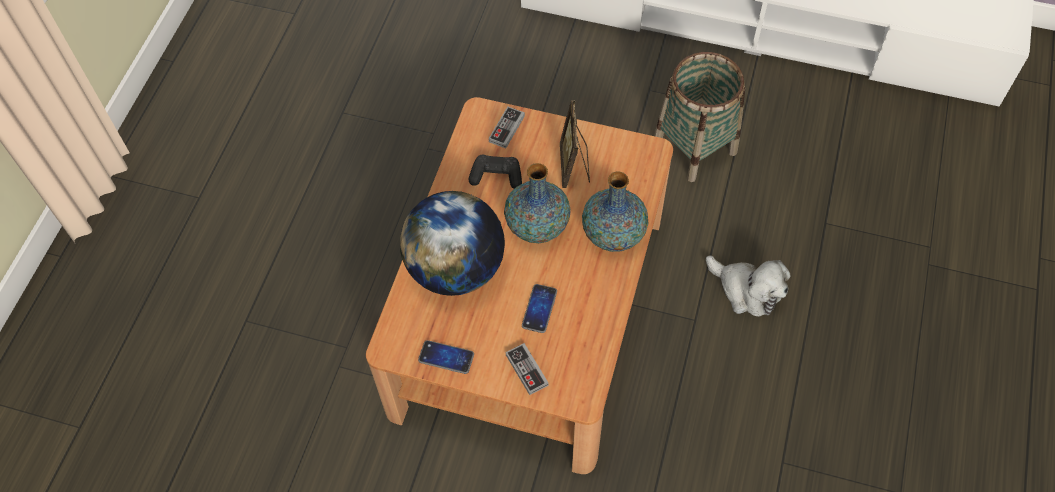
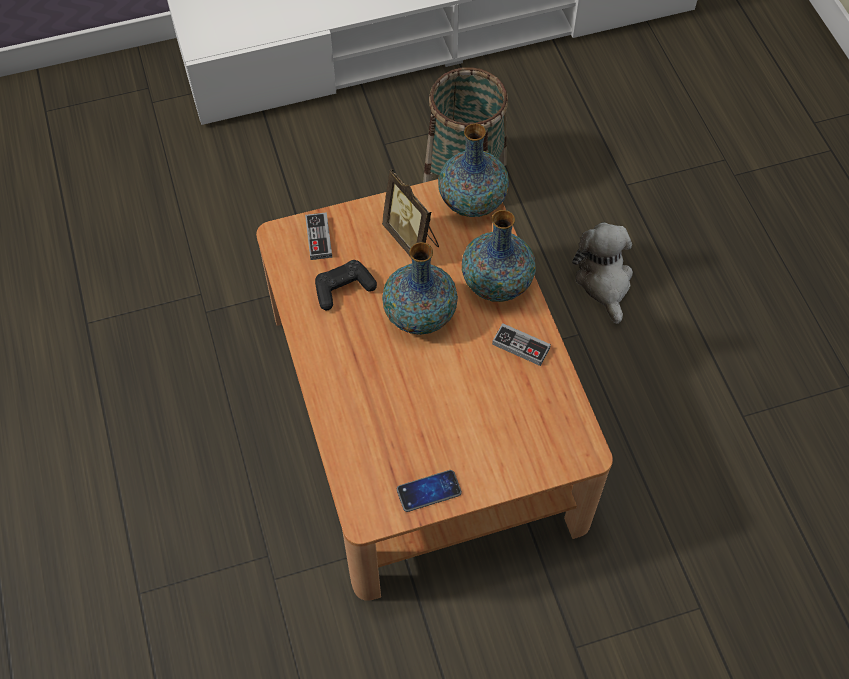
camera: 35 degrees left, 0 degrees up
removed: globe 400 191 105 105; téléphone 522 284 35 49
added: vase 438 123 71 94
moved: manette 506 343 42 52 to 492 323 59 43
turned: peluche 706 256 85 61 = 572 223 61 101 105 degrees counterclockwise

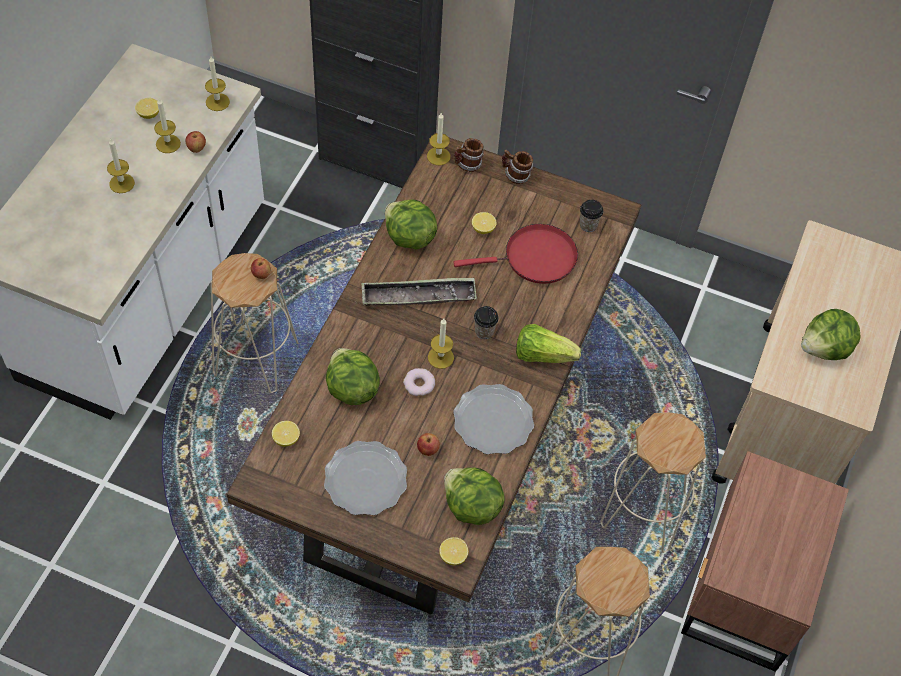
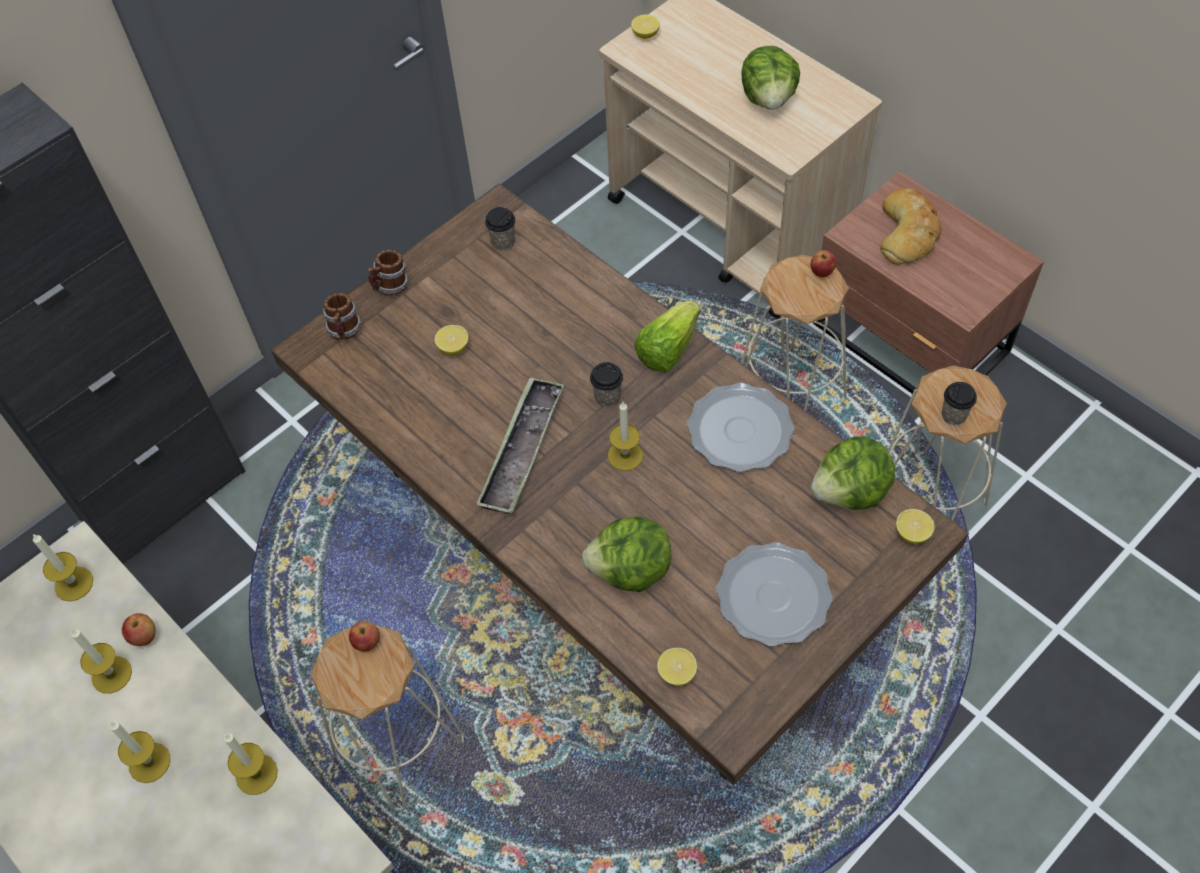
camera: 60 degrees left, 0 degrees up
removed: laitue 385 199 53 51; beignet 403 368 32 28; poêle/rouge 453 224 125 60
added: pain 880 188 62 77; tasse 942 382 35 43
moved: citron 135 98 24 21 to 631 15 29 24; pomme 417 433 23 23 to 811 250 25 27; bougie 427 113 23 52 to 224 733 54 62

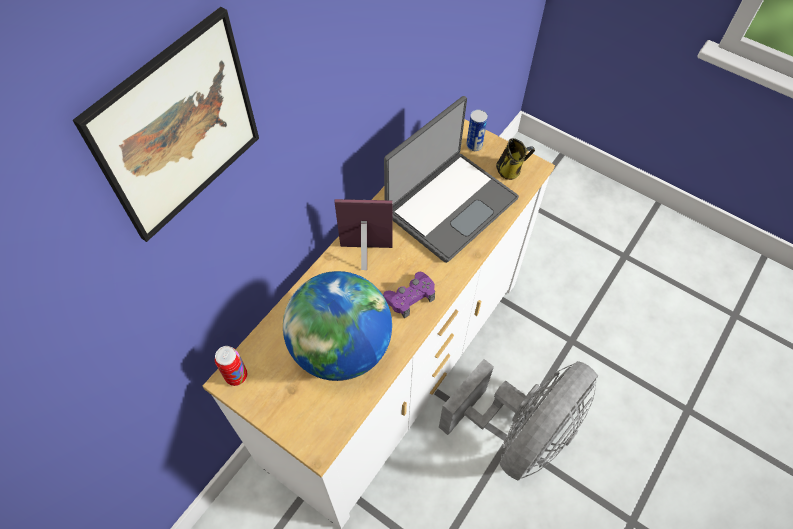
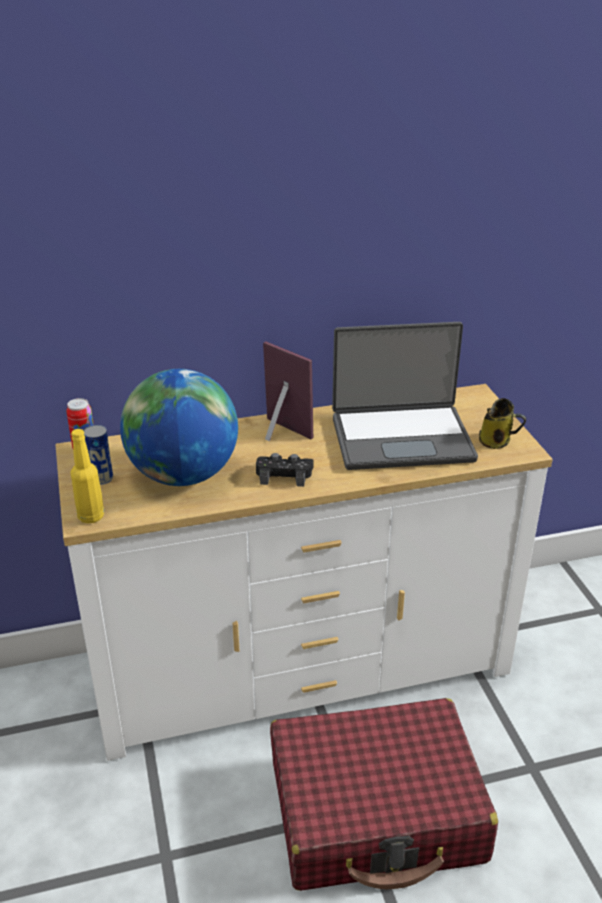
camera: 40 degrees right, 25 degrees down
removed: tableau 73 7 186 235
added: bouteille/jaune 71 429 33 94
moved: boîte métallique 466 110 22 41 to 84 425 29 60
replaced: ventilateur/gris 439 359 159 122 to valise/rouge 270 698 228 193
recoloured: manette/violet 383 272 52 46 to manette/noir 256 453 58 34

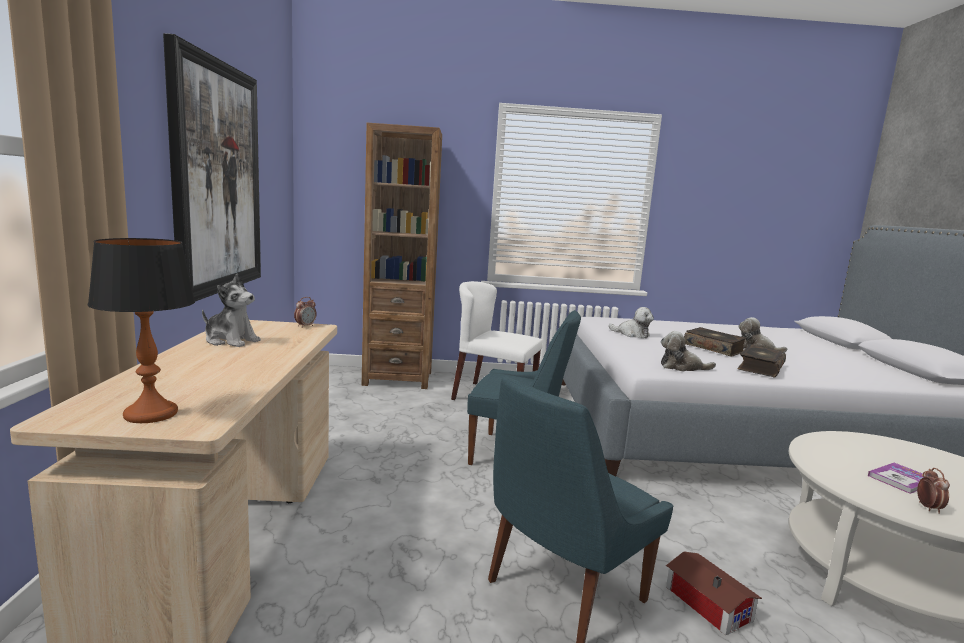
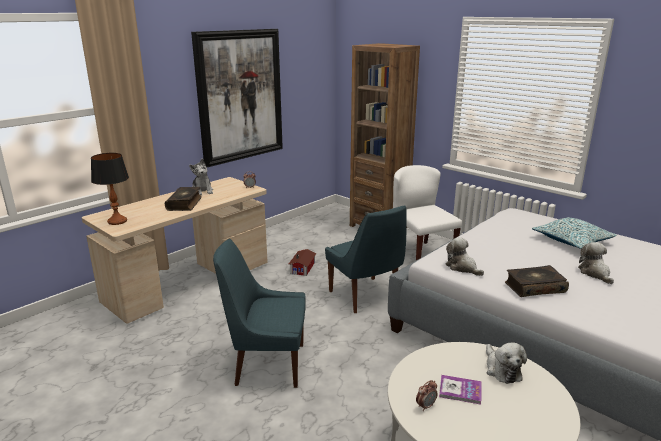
camera: 45 degrees right, 10 degrees up
added: coussin 532 217 85 32
moved: peluche 609 307 45 31 to 486 342 41 42; maison miniature 666 551 96 84 to 288 249 28 27; livre 684 327 62 30 to 165 187 37 24

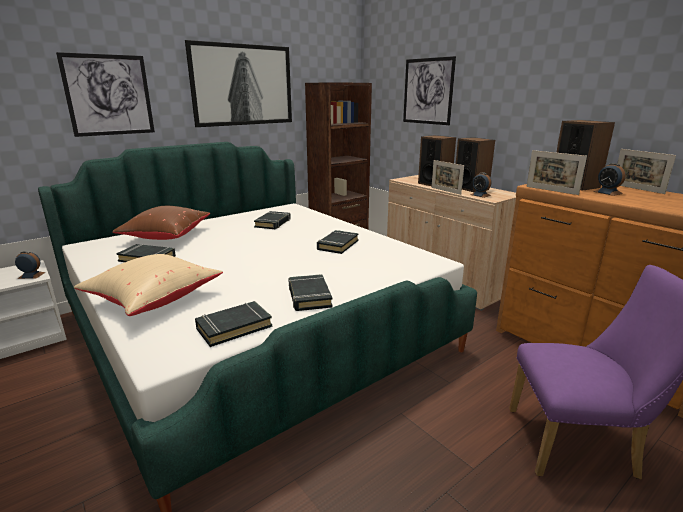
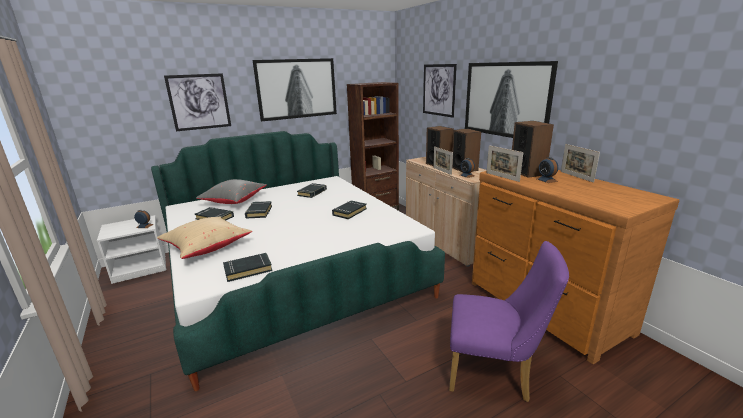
camera: 10 degrees right, 0 degrees up
added: tableau 465 61 93 77
moved: livre/noir 288 274 44 37 to 245 201 27 18
recoloured: coussin/marron 112 206 98 34 to coussin/gris 196 179 71 25

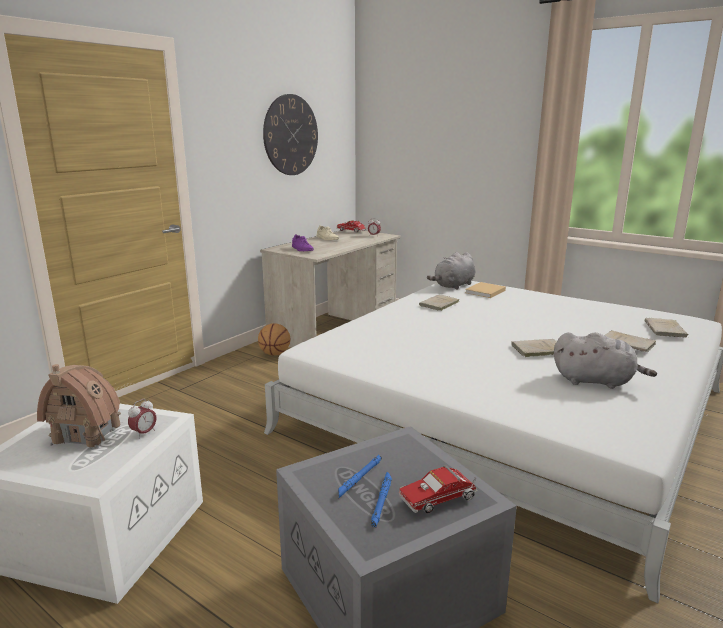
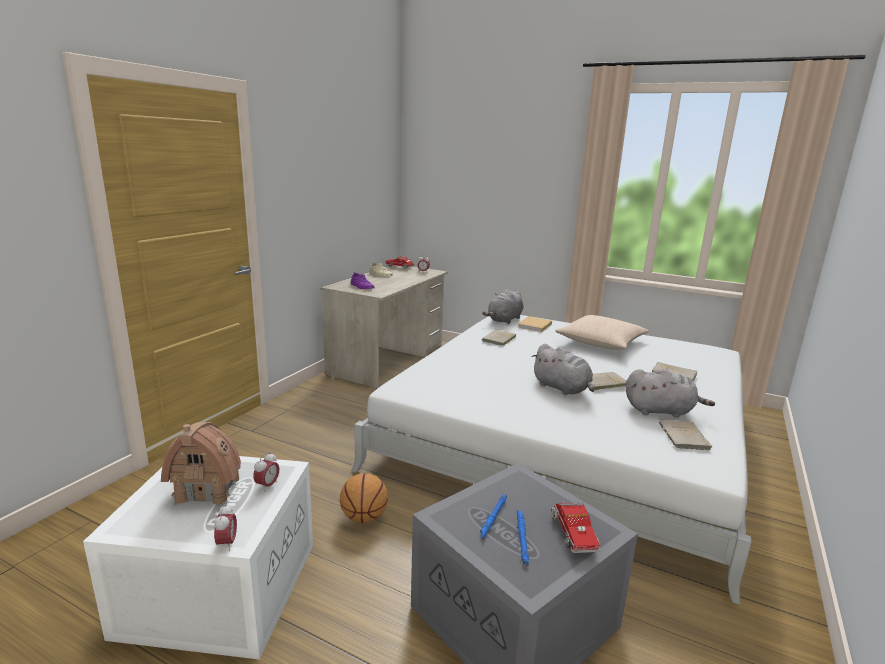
camera: 10 degrees left, 0 degrees up
removed: horloge murale 263 94 55 81
added: réveil 214 504 23 47; peluche/gris 531 344 64 51; coussin/beige 555 315 94 35
moved: ballon de basket 258 323 32 33 to 340 473 48 50; livre/beige 644 318 44 20 to 659 420 53 30
turned: camion jouet 399 465 79 48 = 551 500 49 53 60 degrees counterclockwise

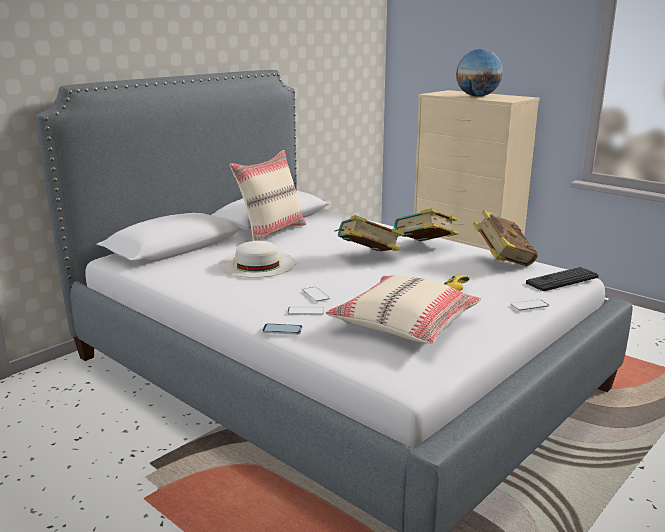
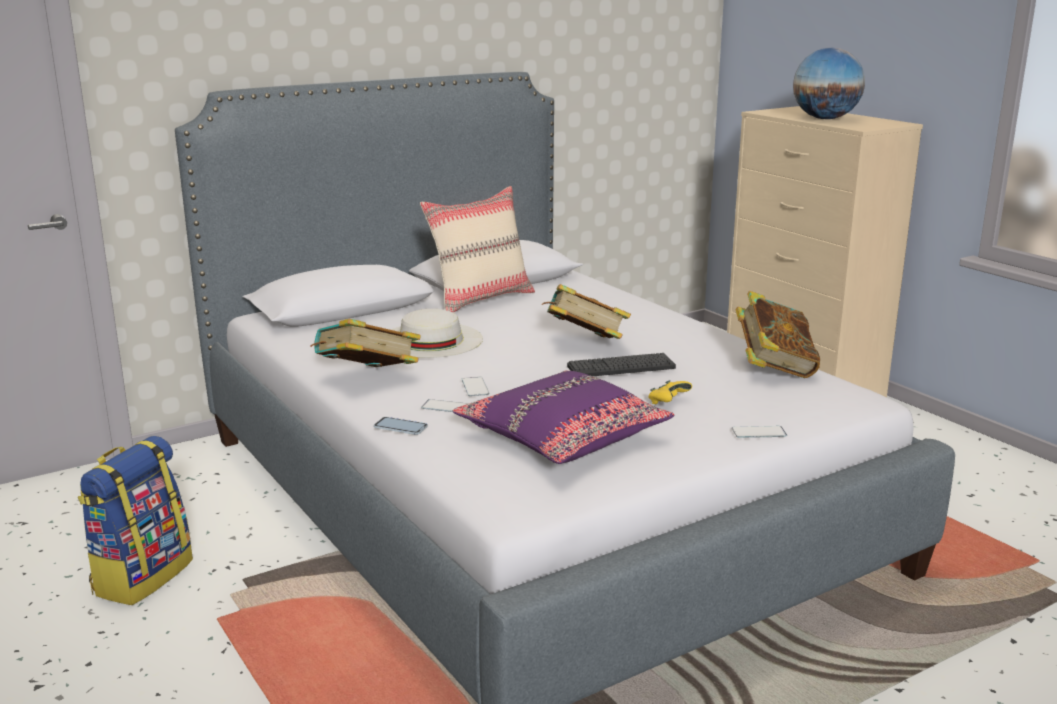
camera: 15 degrees right, 0 degrees up
added: sac à dos 78 436 115 169
moved: livre 394 208 65 33 to 310 319 111 48; clavier 526 267 73 24 to 567 353 109 23
recoloured: coussin/beige 326 275 155 69 to coussin/violet 452 370 223 94

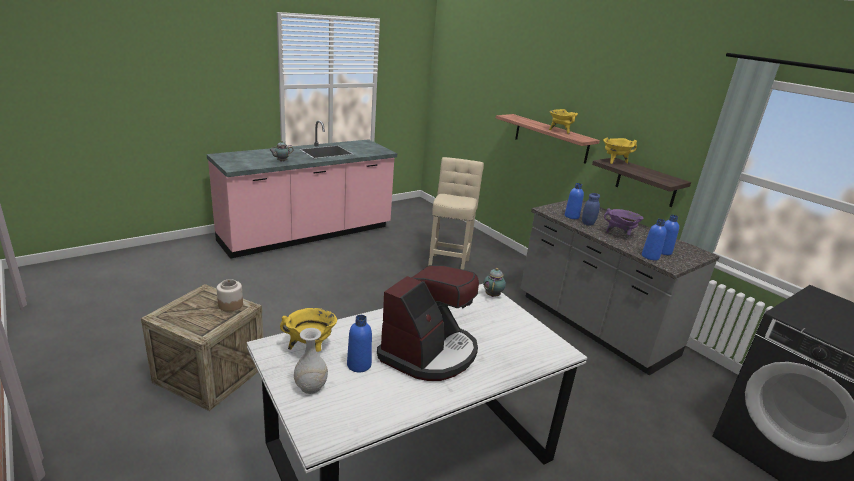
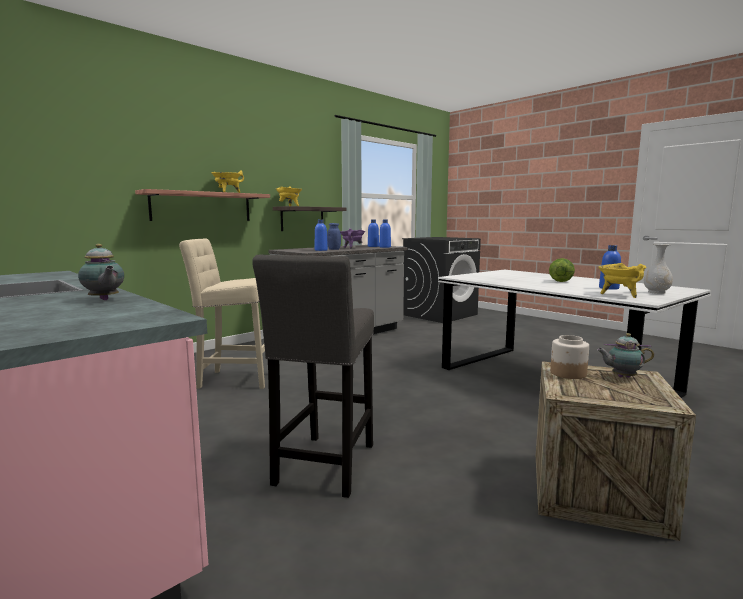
camera: 95 degrees left, 15 degrees down
added: tabouret/gris 252 255 122 243
moved: théière 483 268 23 29 to 597 333 57 45
replaced: machine à café 377 265 102 116 to laitue 549 258 26 24

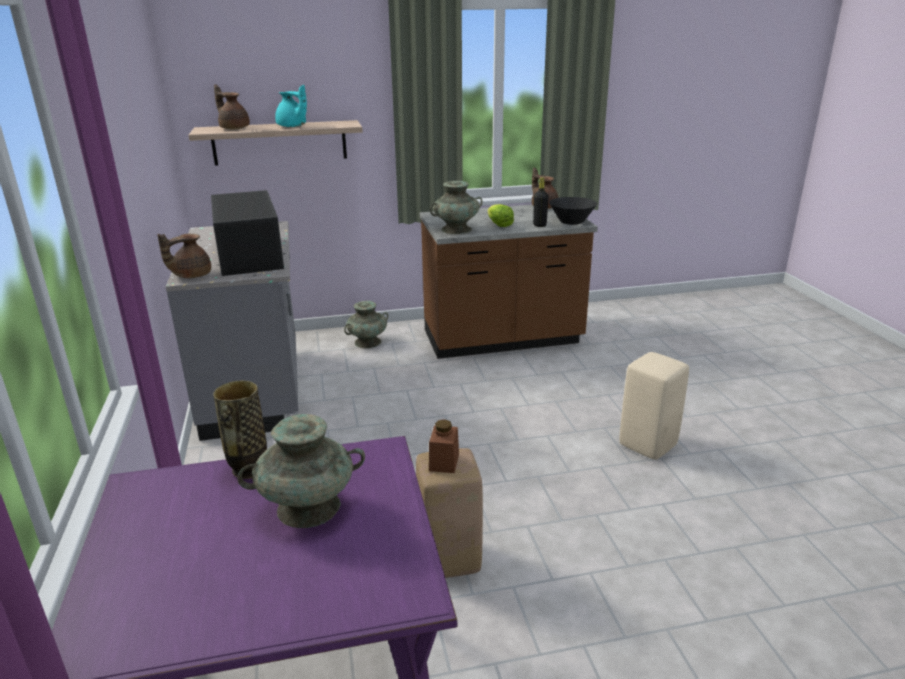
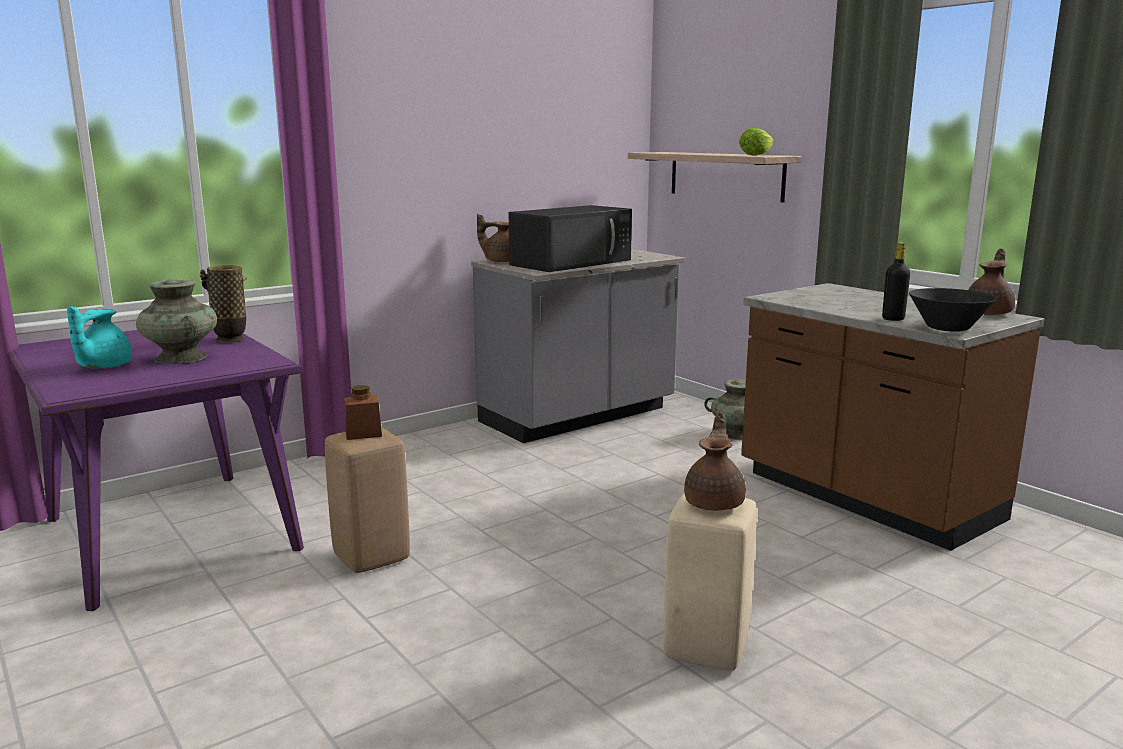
camera: 65 degrees right, 10 degrees down
removed: vase/turquoise 430 181 52 53
moved: théière/marron 214 84 36 45 to 684 412 62 99; théière/turquoise 275 85 32 42 to 67 306 65 63; laitue 488 204 26 23 to 739 128 35 28

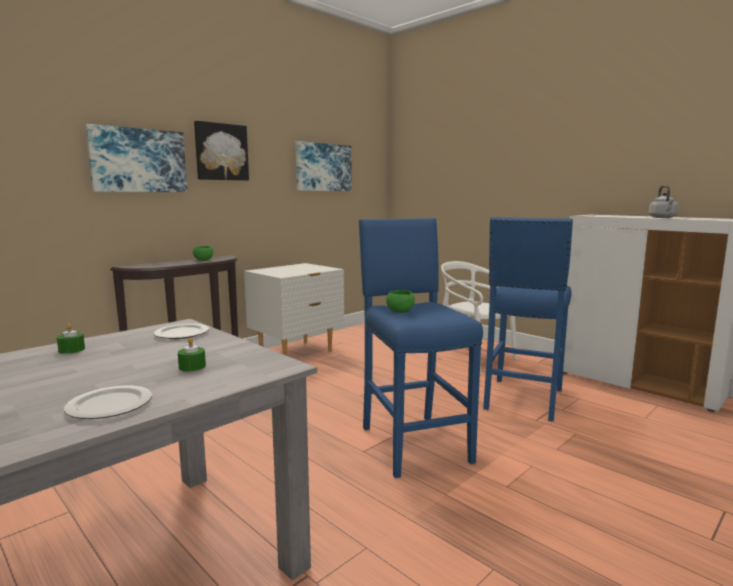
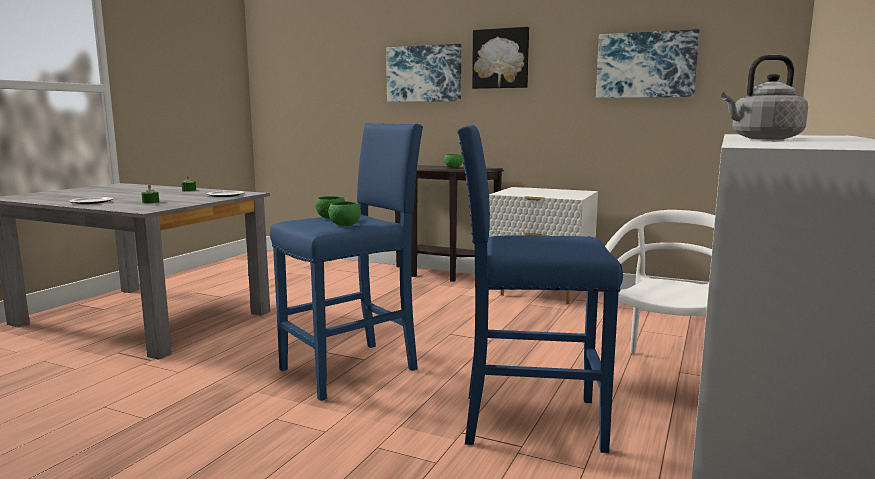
camera: 70 degrees right, 0 degrees up
added: bol/vert 328 201 33 25

